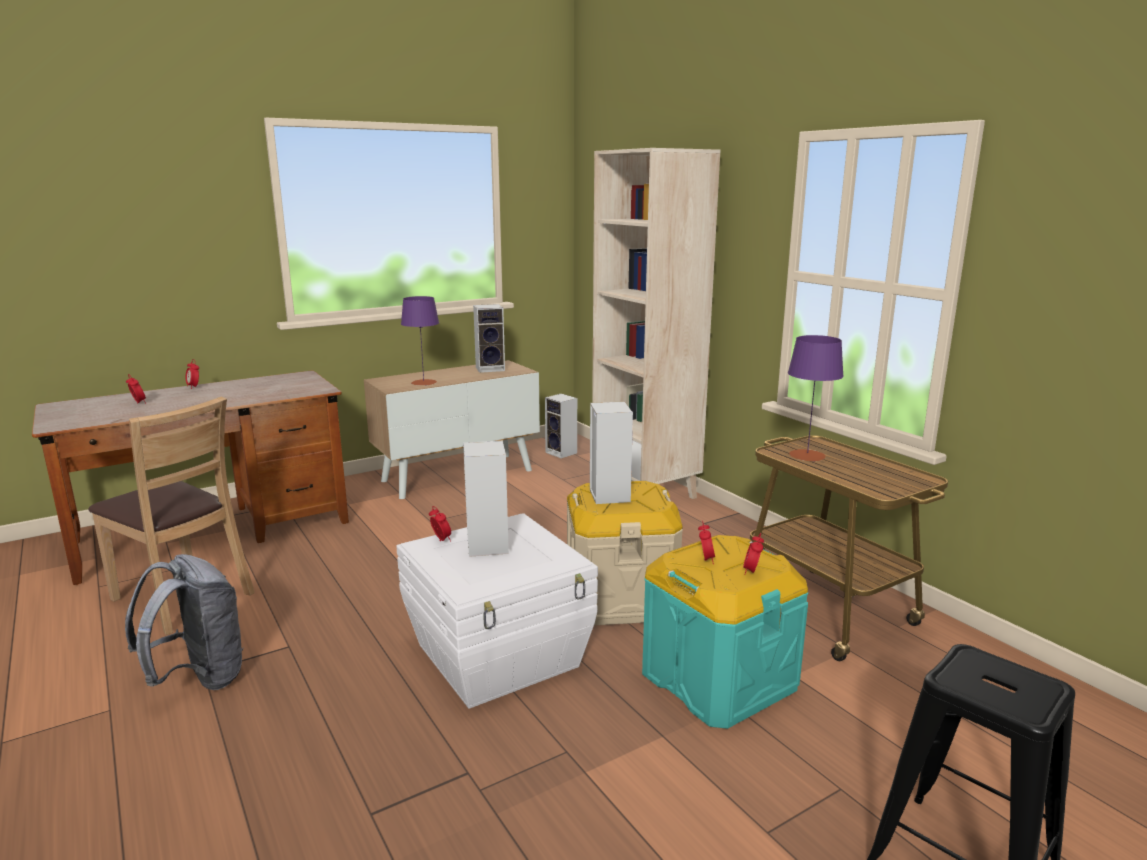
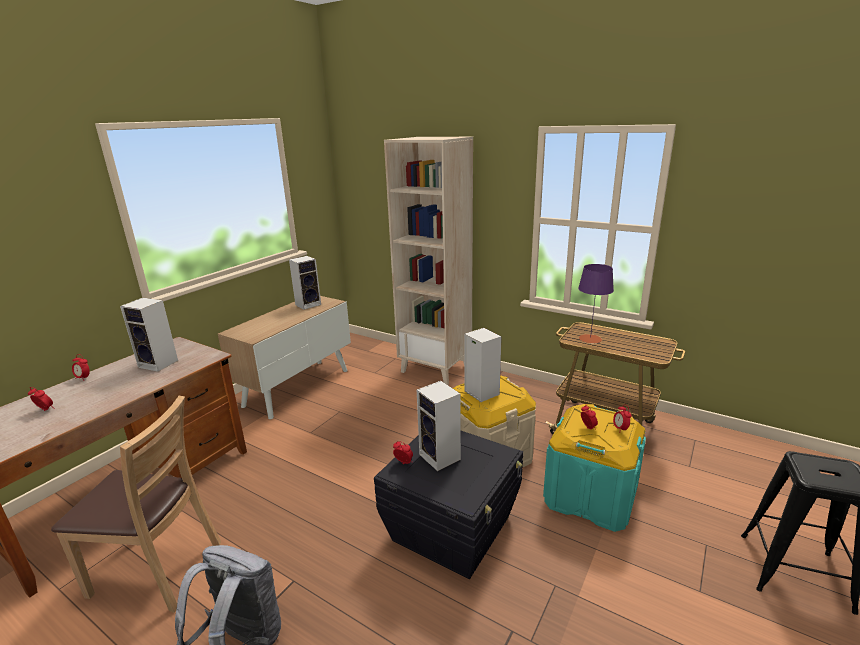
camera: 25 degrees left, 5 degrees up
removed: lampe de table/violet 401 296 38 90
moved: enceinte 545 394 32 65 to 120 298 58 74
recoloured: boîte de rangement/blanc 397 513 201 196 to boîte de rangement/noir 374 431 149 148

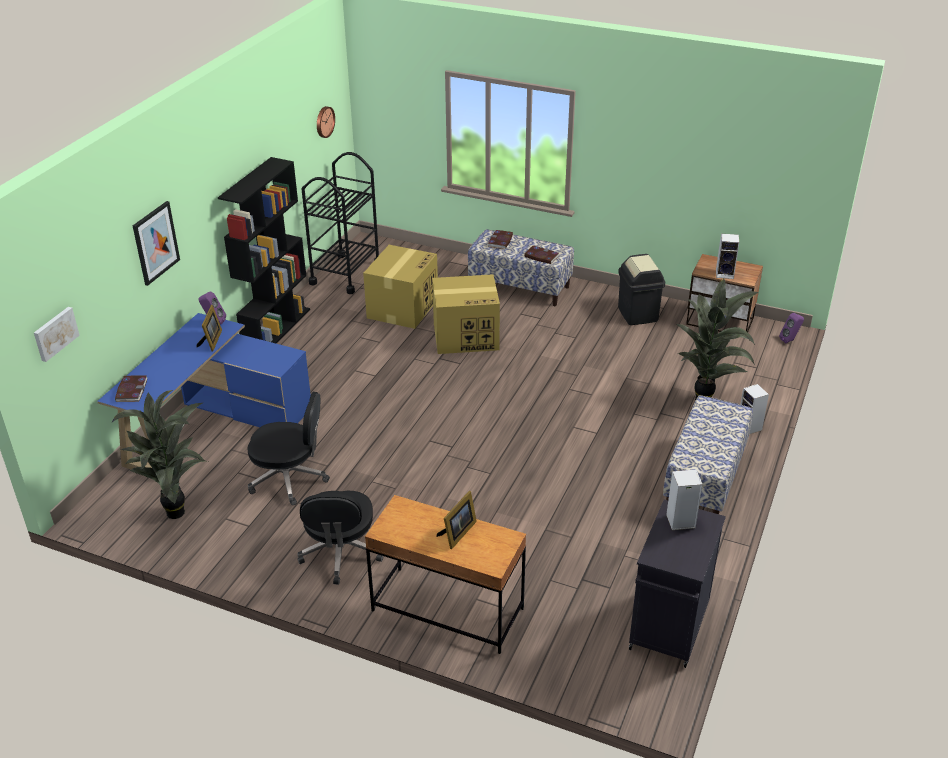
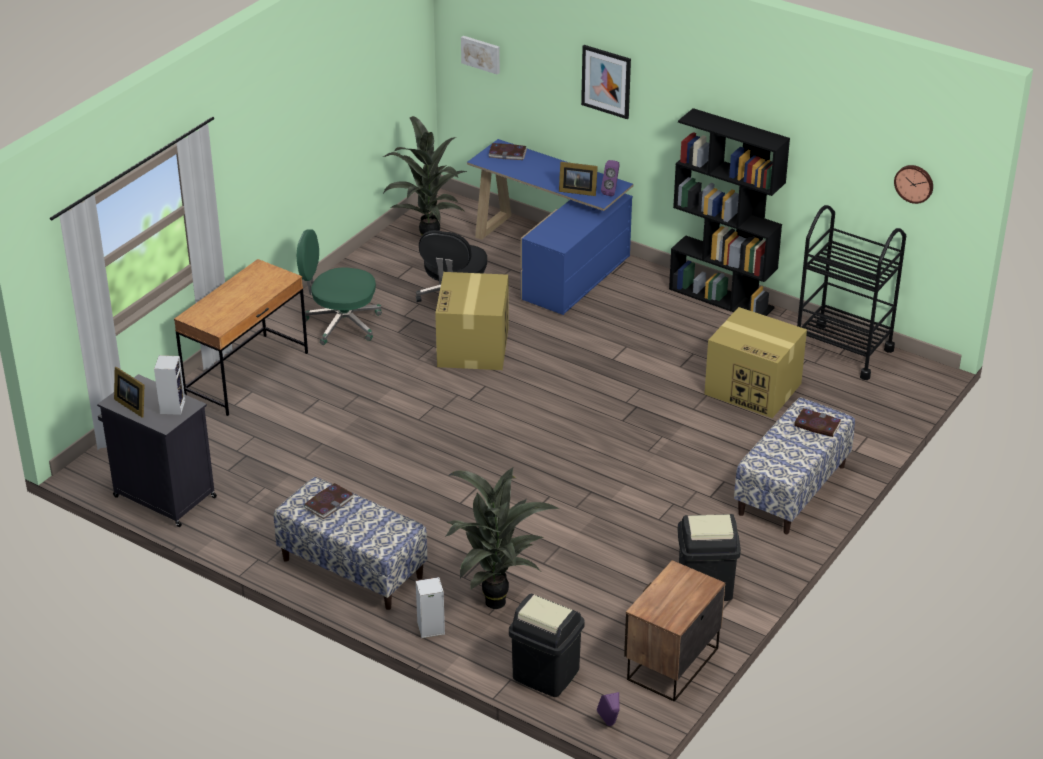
camera: 100 degrees right, 0 degrees up
removed: enceinte 716 234 23 45
added: poubelle/noir 509 594 76 103
moved: carton 432 274 68 80 to 435 272 74 98; cadre photo 436 491 41 58 to 114 367 30 51; livre 524 245 36 19 to 304 483 50 36
recoloured: chaise de bureau/noir 297 491 86 94 to chaise de bureau/vert 297 229 85 116

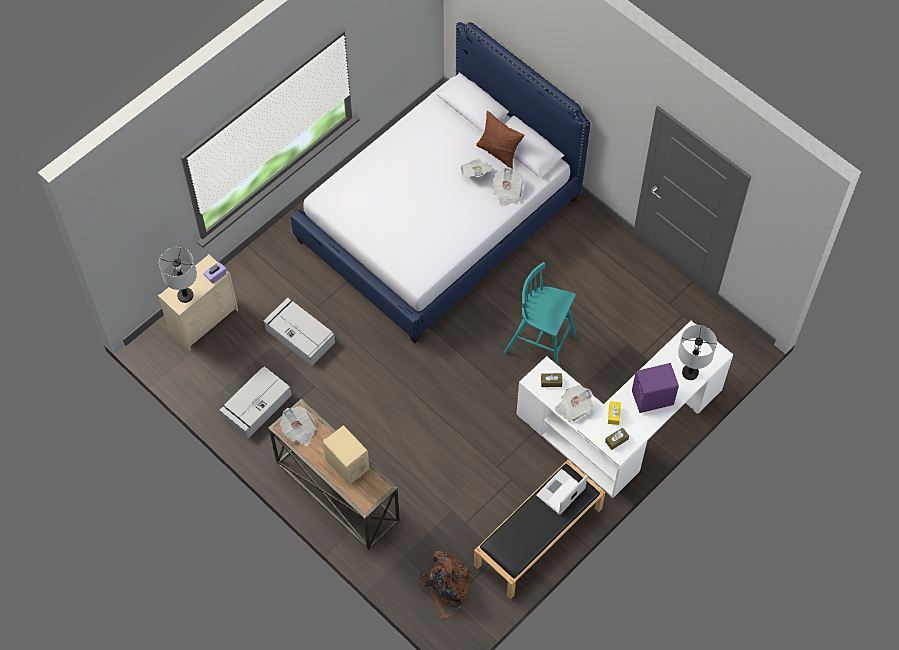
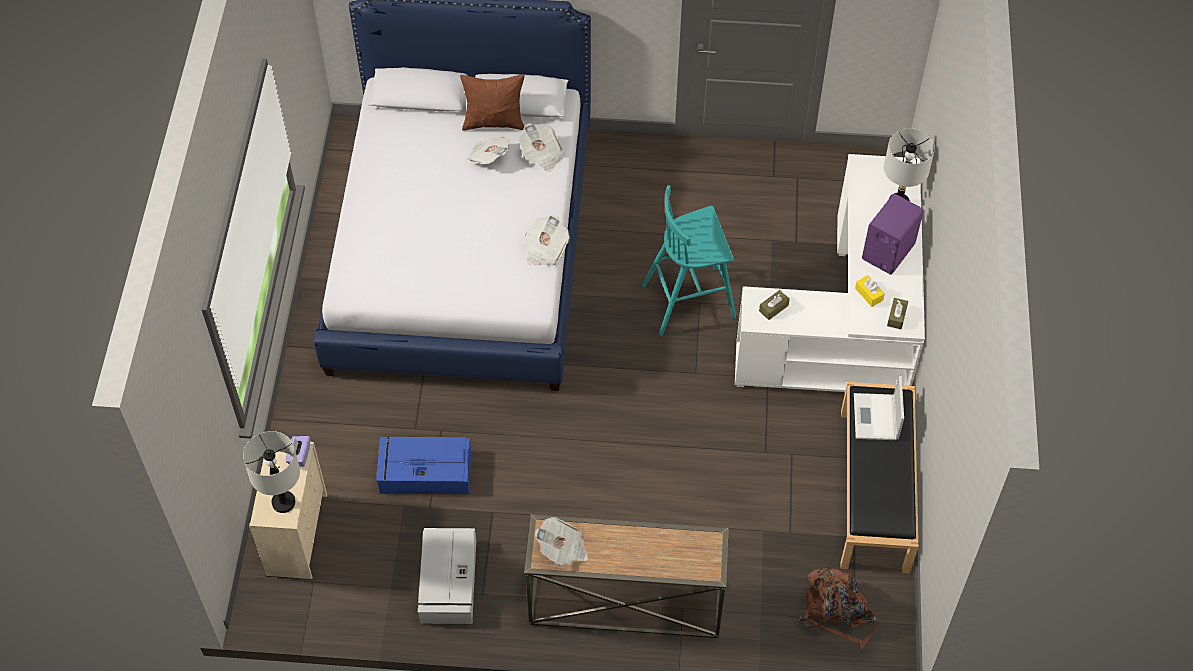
camera: 40 degrees left, 5 degrees down
removed: enceinte/beige 323 425 46 60
moved: journal 555 385 38 38 to 525 215 45 50
recoloured: boîte de rangement/gris 264 297 71 69 to boîte de rangement/bleu 376 436 95 58

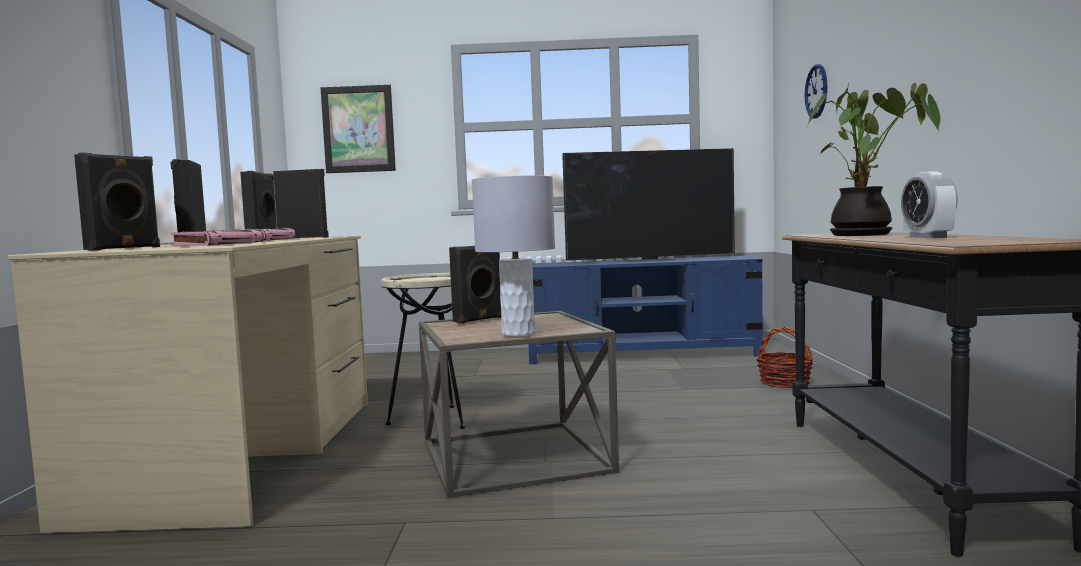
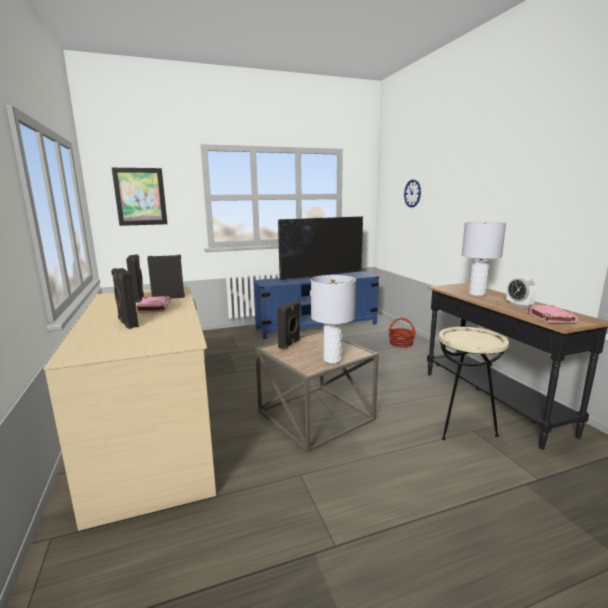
camera: 20 degrees left, 10 degrees up
removed: enceinte/noir 74 152 86 99
moved: livre/rose 170 229 94 17 to 526 305 52 18; table d'appoint/beige 381 273 84 156 to 439 327 70 113
replaced: plante en pot 807 83 134 153 to lampe de table/gris 462 222 44 74

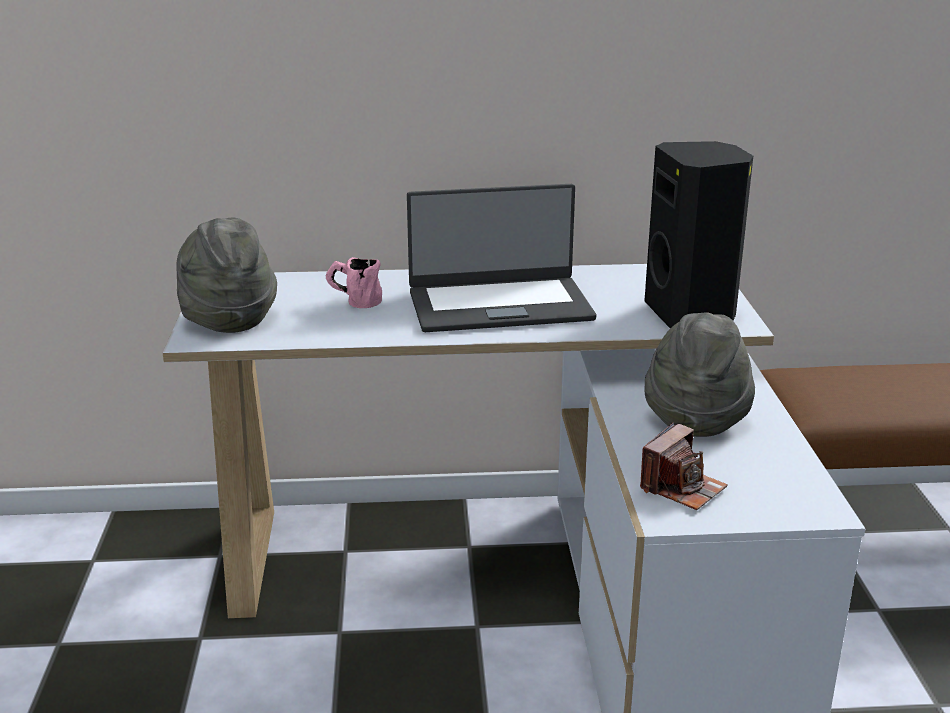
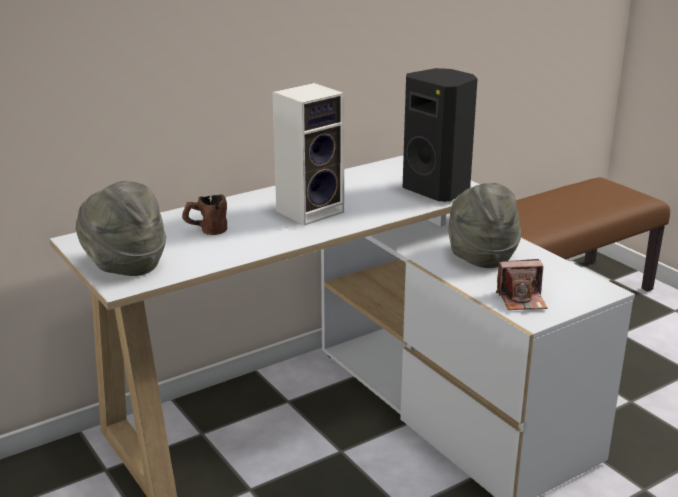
camera: 30 degrees left, 0 degrees up
replaced: ordinateur portable 407 184 189 148 to enceinte 272 83 72 143
recoloured: mug/rose 326 257 56 51 to mug/marron 182 194 45 41
turned: appareil photo 640 422 87 88 = 496 259 51 51 75 degrees clockwise

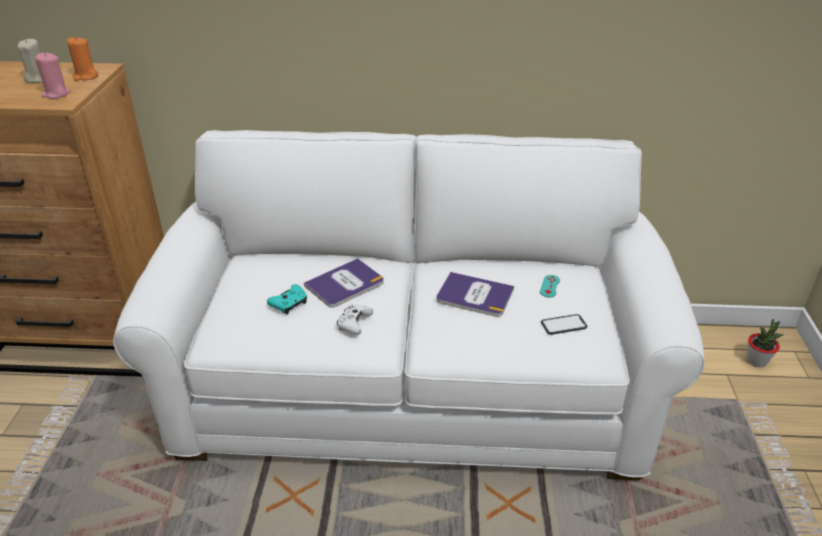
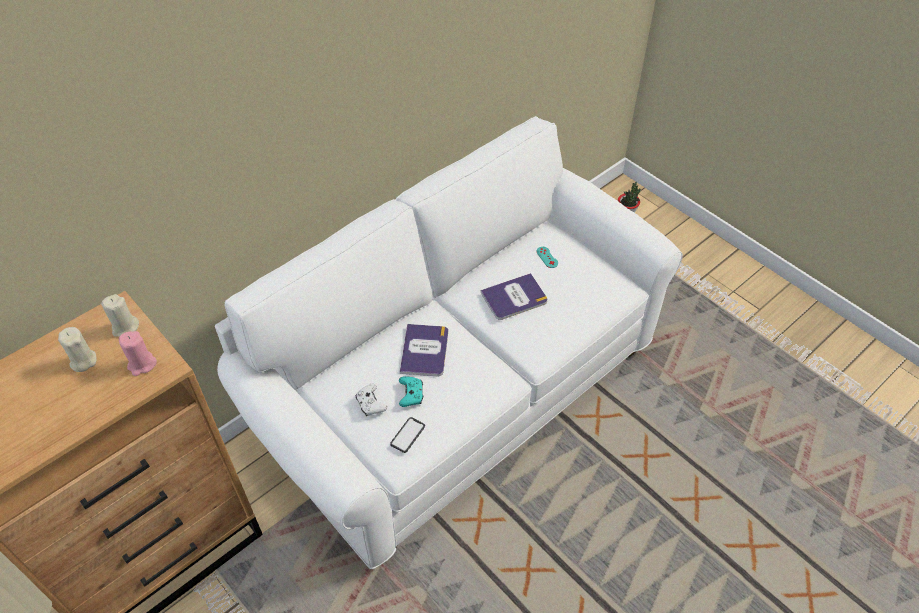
camera: 45 degrees left, 15 degrees up
moved: manette/blanc 337 304 36 31 to 356 383 31 33; téléphone 541 314 46 21 to 390 417 35 36
recoloured: bougie/orange 67 36 32 45 to bougie/beige 101 294 38 43

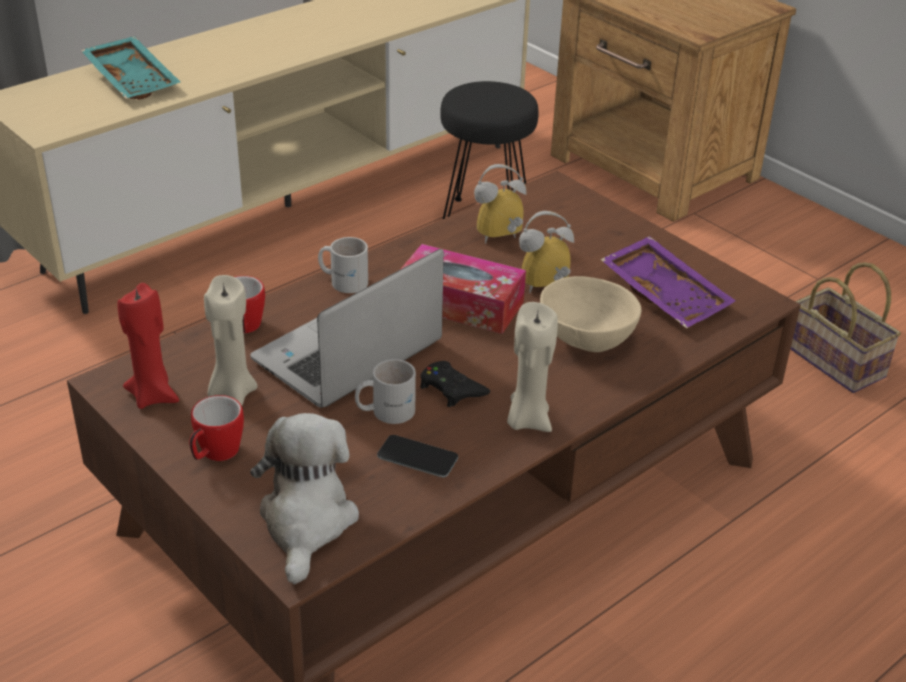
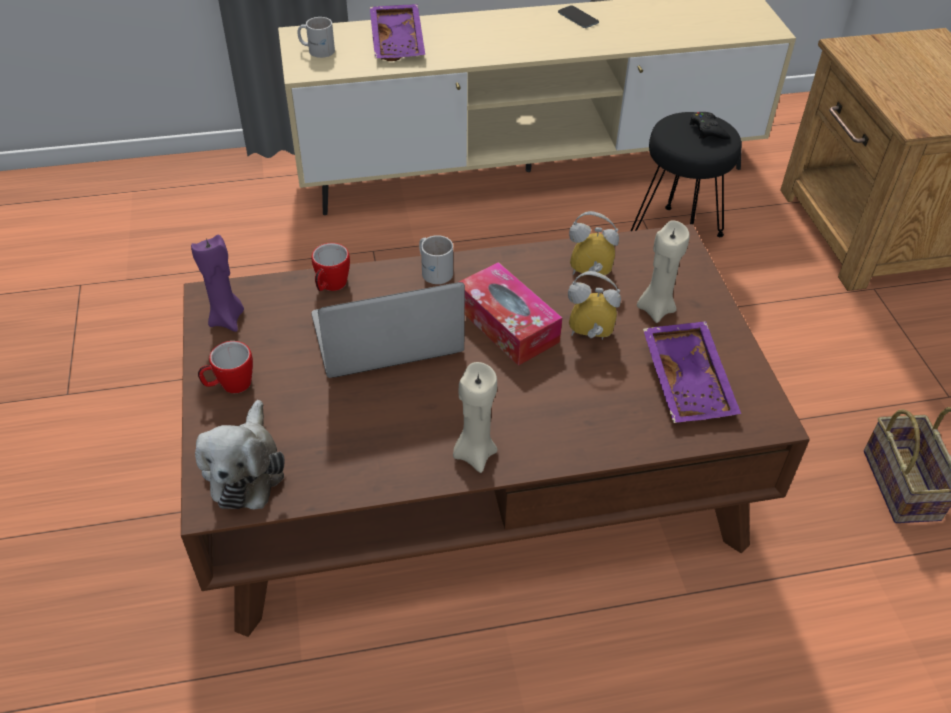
camera: 30 degrees right, 10 degrees up
removed: bol/beige 540 276 101 76
moved: bougie/beige 204 275 54 131 to 637 220 53 103; mug/blanc 355 359 61 65 to 298 17 37 41; téléphone 377 435 81 42 to 558 5 41 23; manette/noir 420 361 70 46 to 689 112 42 27
recoloured: plateau/turquoise 81 36 100 64 to plateau/violet 370 4 55 57; bougie/rouge 117 283 62 126 to bougie/violet 191 235 53 97
turned: peluche 250 413 109 171 = 195 400 90 110 150 degrees clockwise

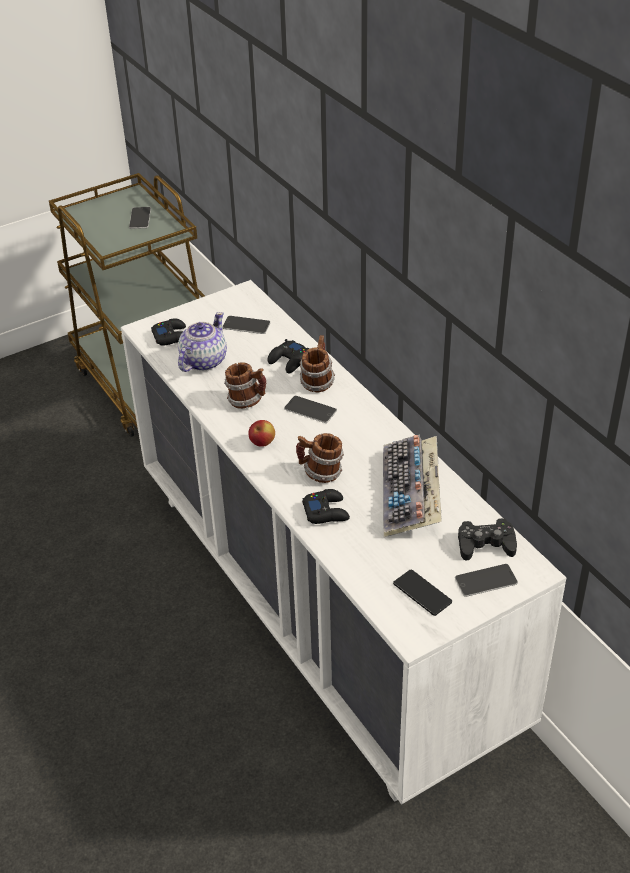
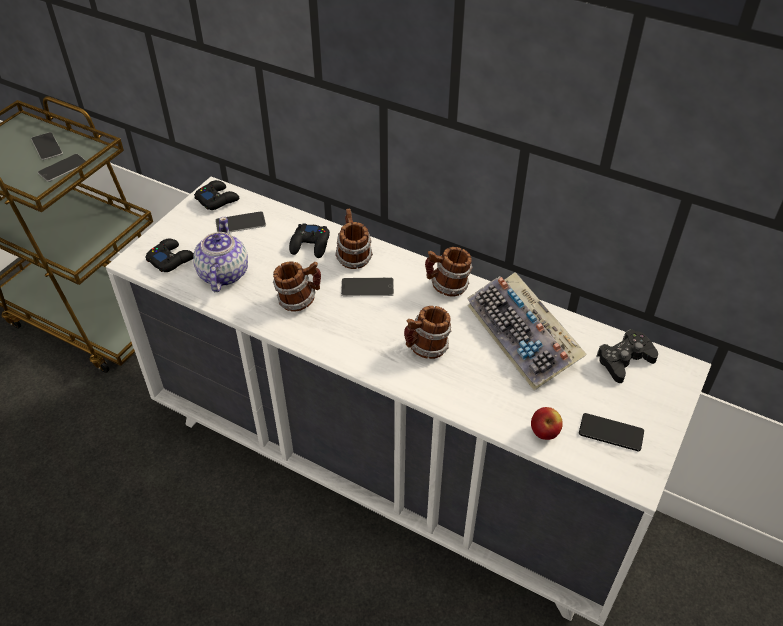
camera: 30 degrees left, 5 degrees up
added: mug 425 247 48 50
moved: pomme 249 420 26 27 to 531 407 32 33; manette/noir 302 489 48 35 to 194 180 45 30; téléphone 455 564 63 33 to 38 154 48 28

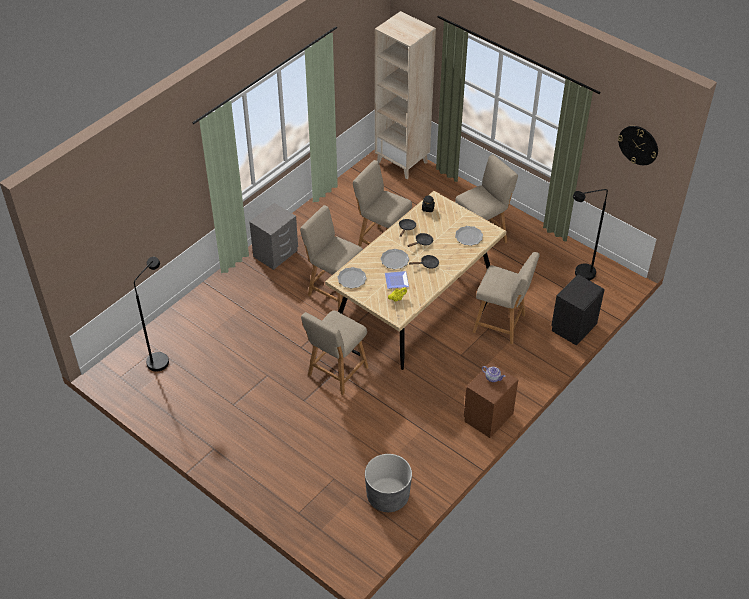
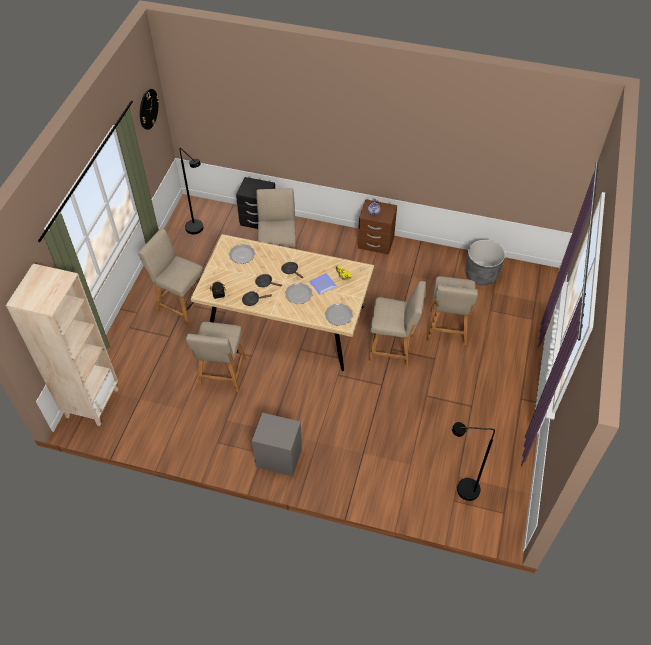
camera: 115 degrees left, 5 degrees up
moved: chaise/beige 300 205 63 103 to 427 276 51 69

